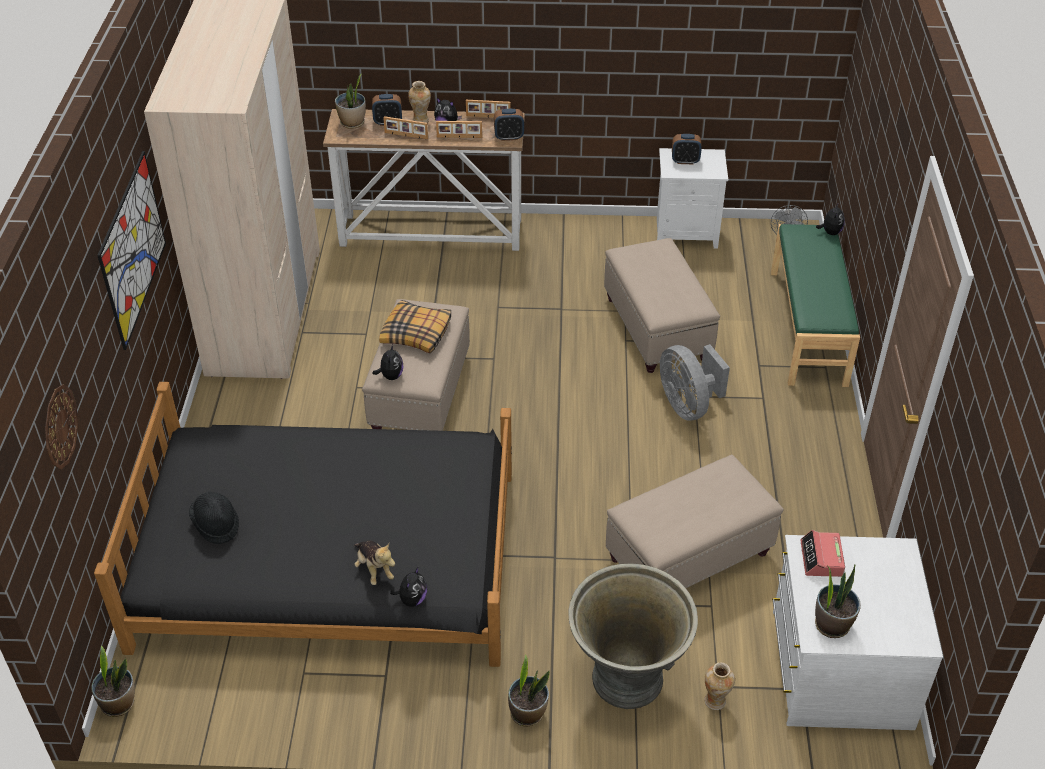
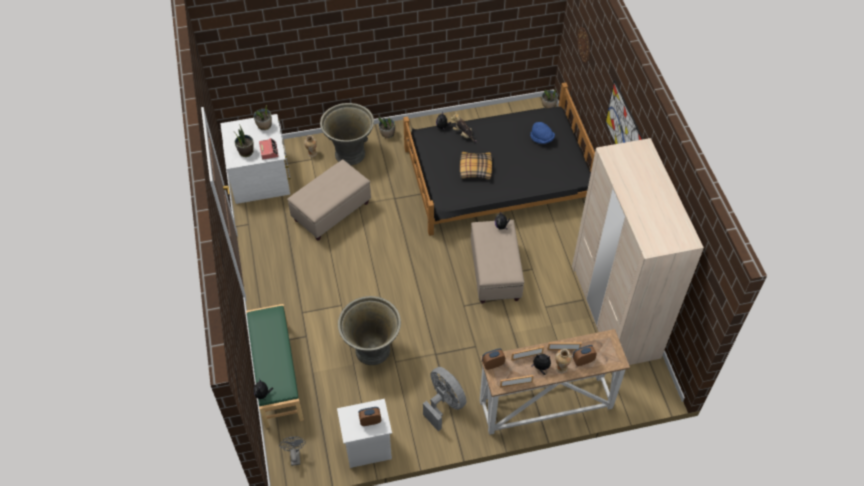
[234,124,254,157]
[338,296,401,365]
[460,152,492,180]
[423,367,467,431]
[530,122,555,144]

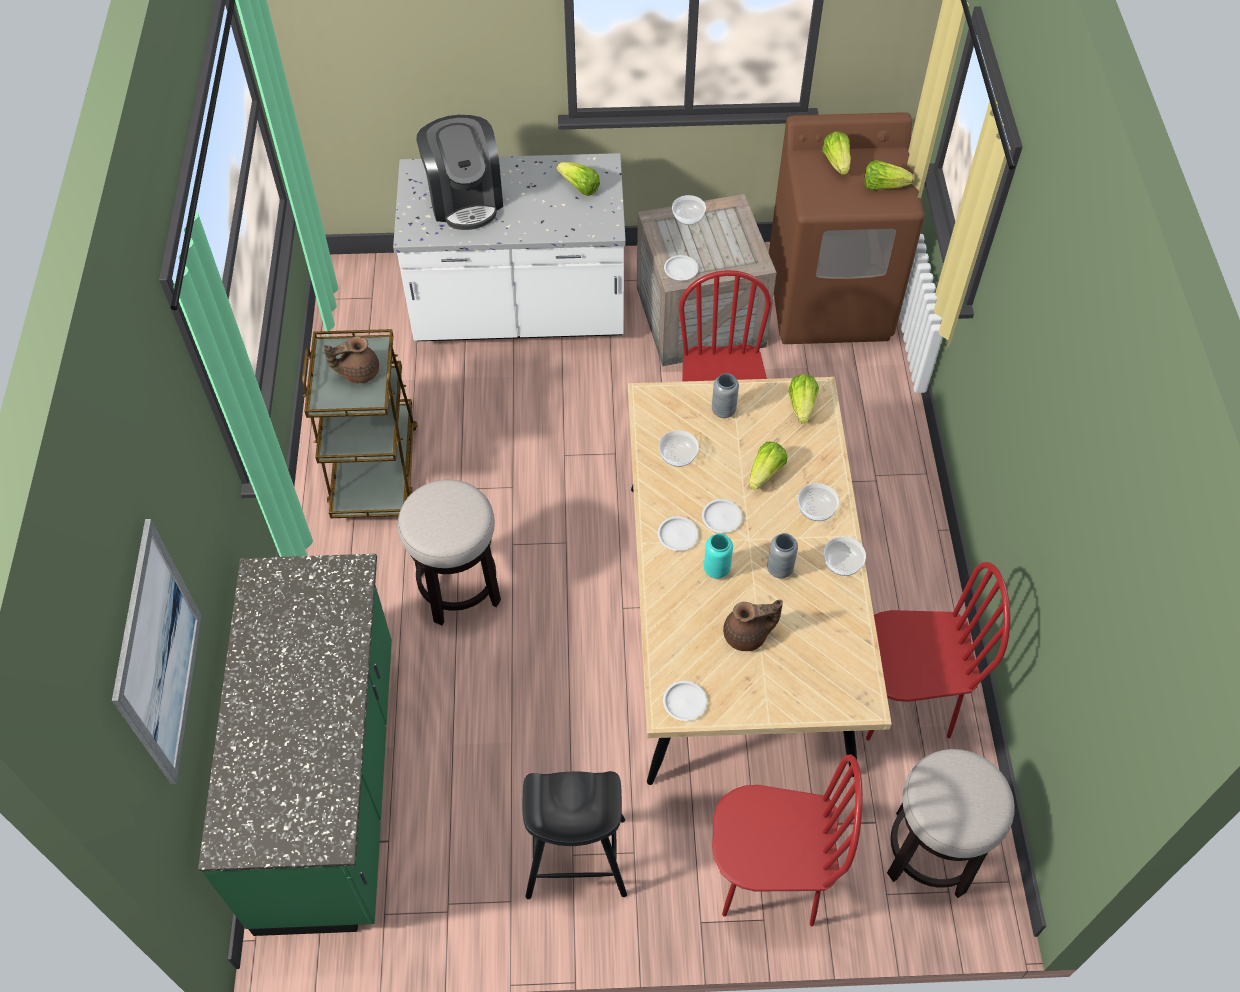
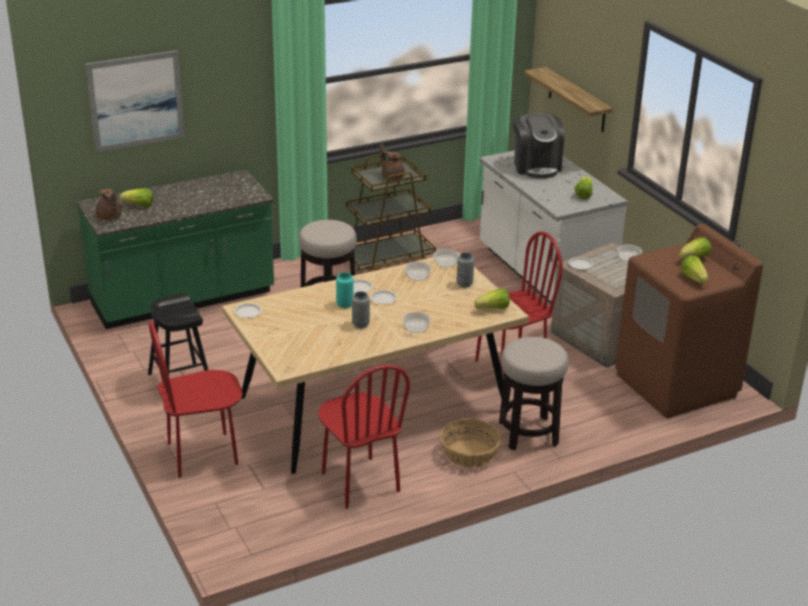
[513,113,564,179]
[120,189,153,207]
[434,249,459,267]
[96,189,122,220]
[499,337,569,451]
[149,321,243,478]
[524,67,613,132]
[440,418,501,468]

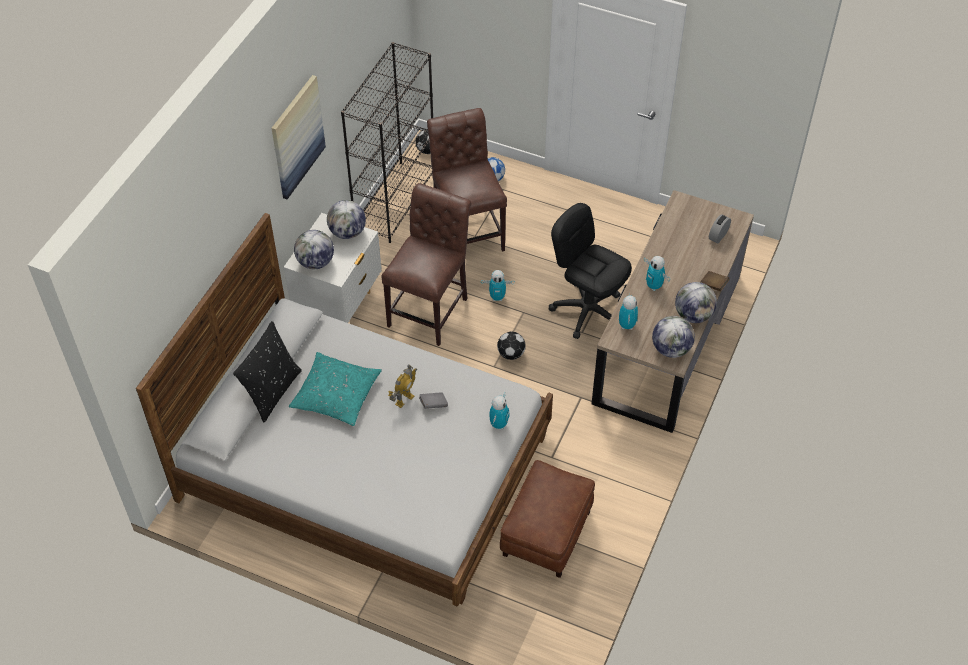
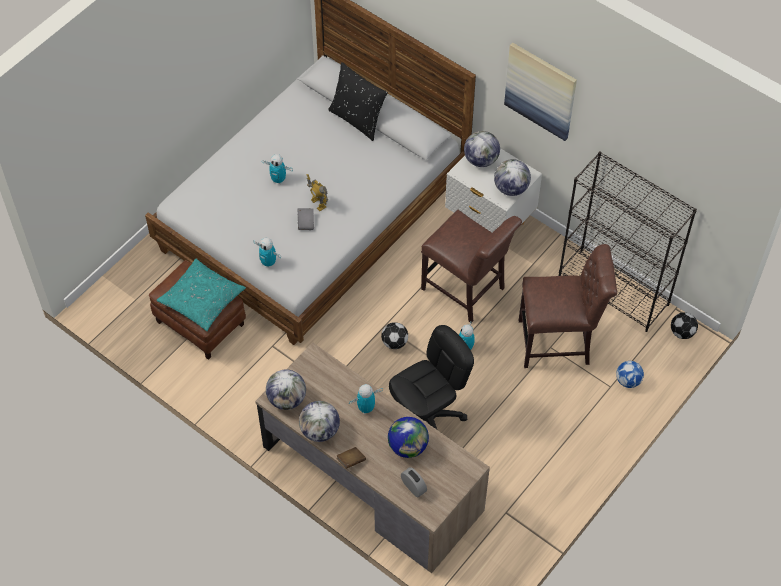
[262,154,293,184]
[157,259,246,331]
[388,417,429,458]

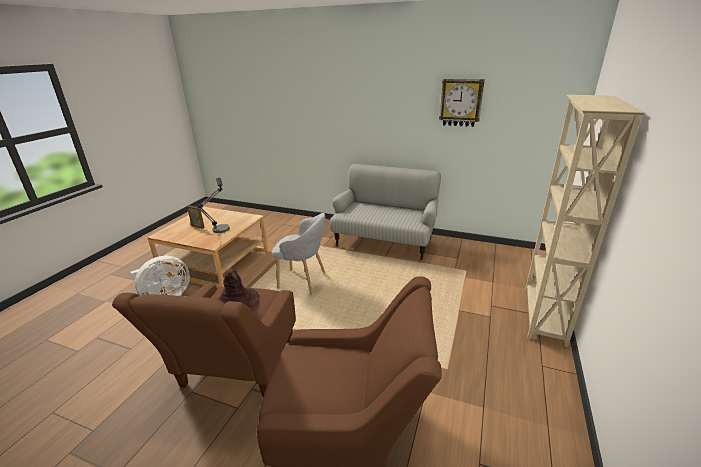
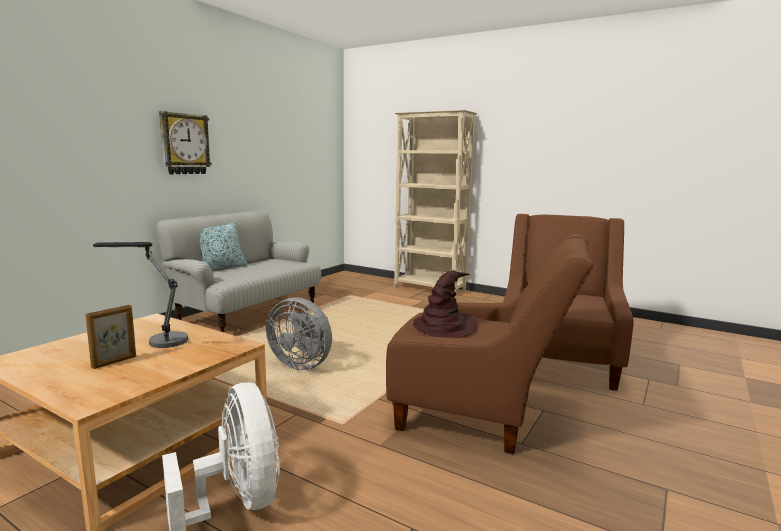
[159,111,212,174]
[266,297,332,370]
[200,222,248,271]

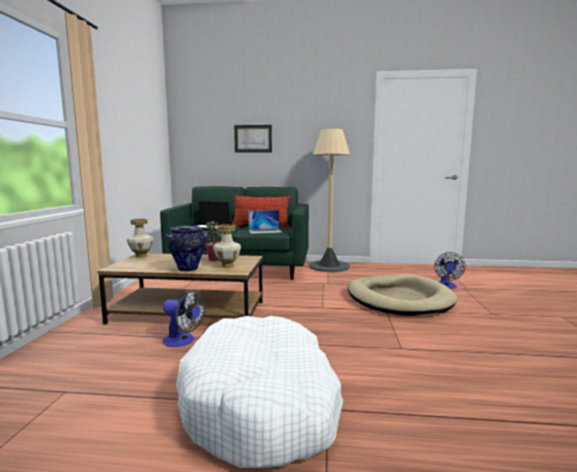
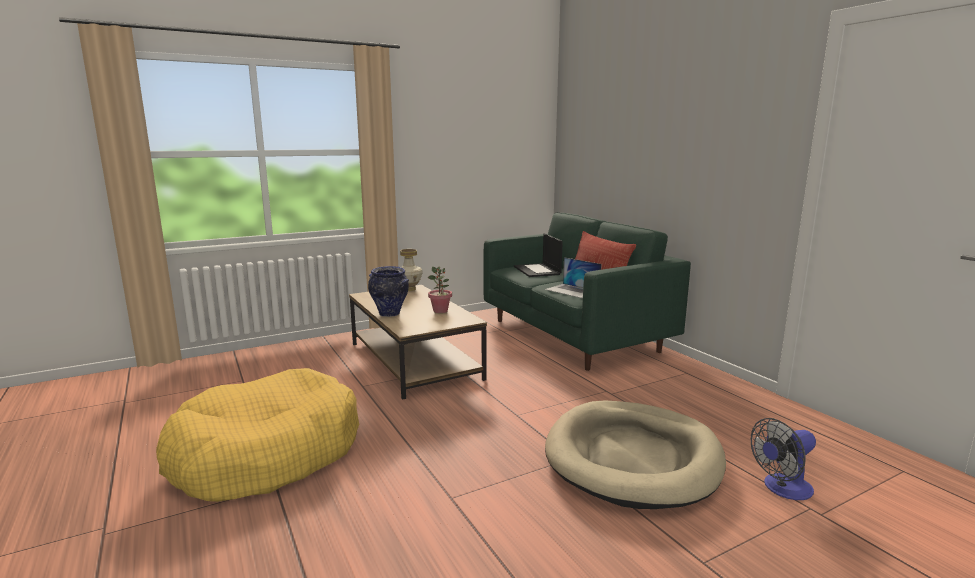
[234,125,272,153] (first image)
[309,129,350,272] (first image)
[213,224,241,268] (first image)
[162,290,206,347] (first image)
[156,368,359,502]

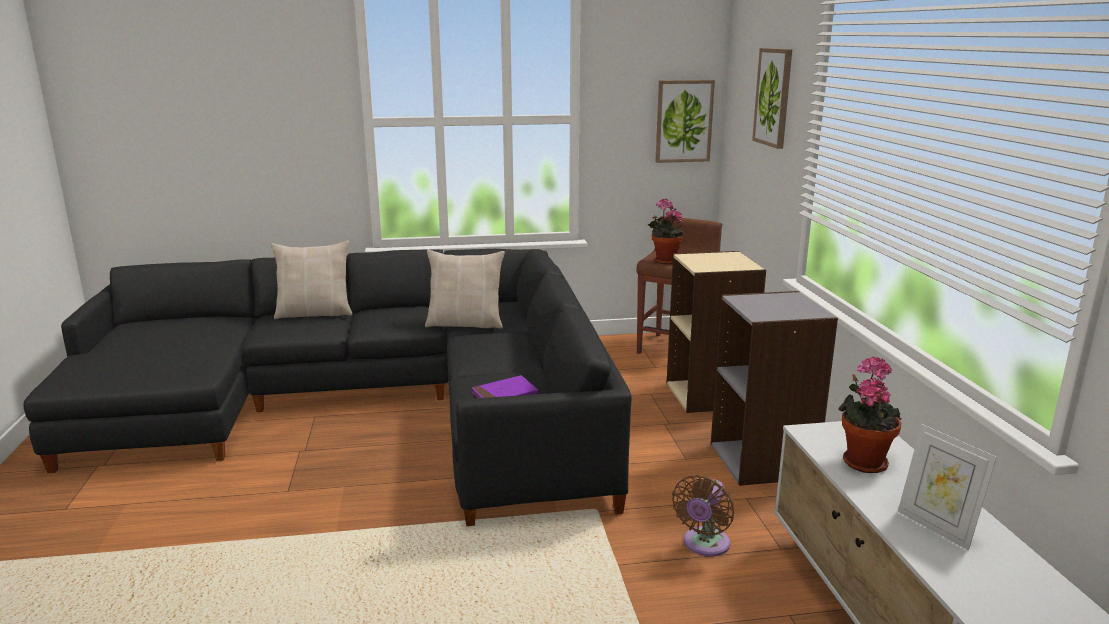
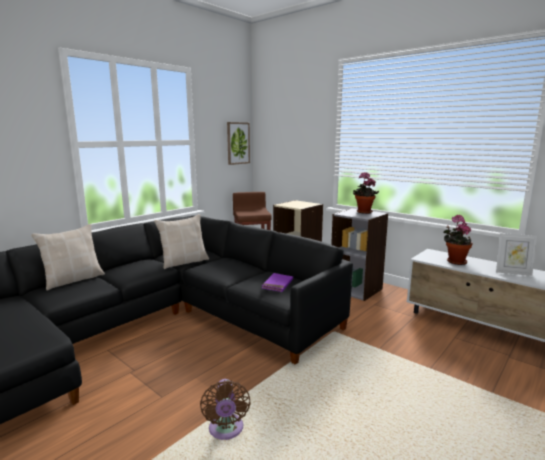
[752,48,792,149] (first image)
[353,172,379,214]
[200,379,250,440]

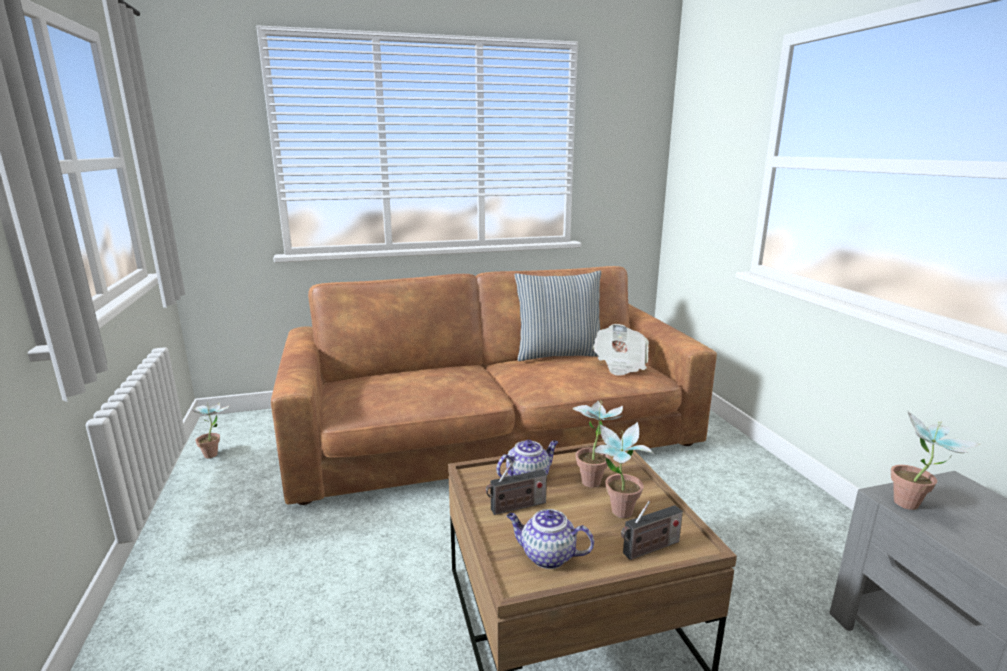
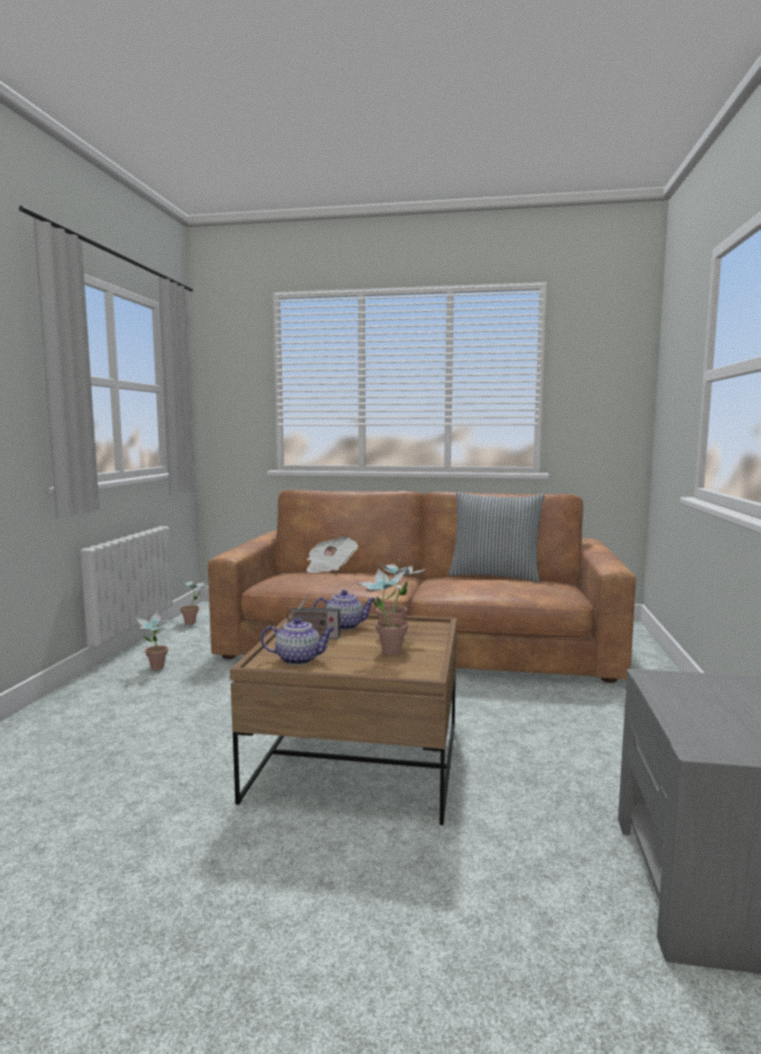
[306,537,358,573]
[136,611,172,670]
[621,501,683,560] (first image)
[261,617,334,665]

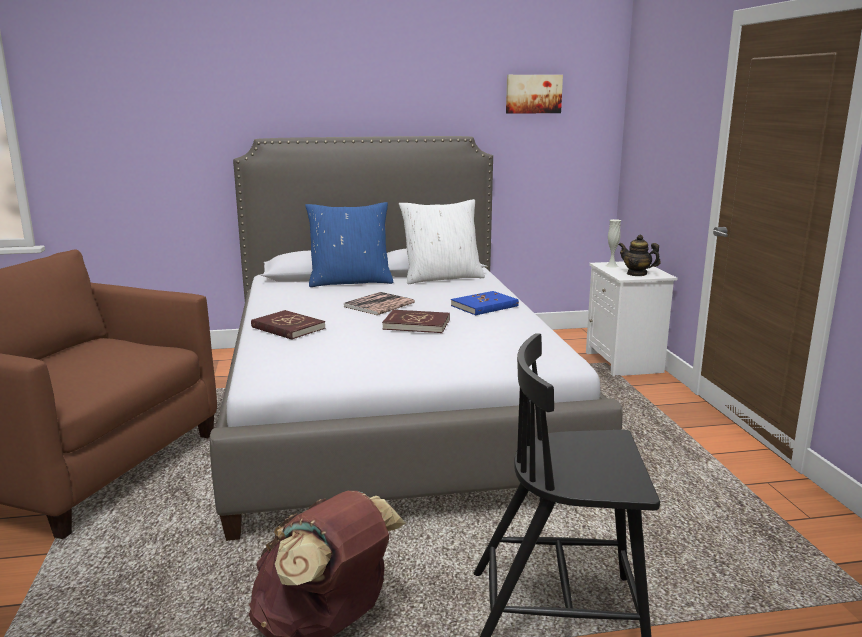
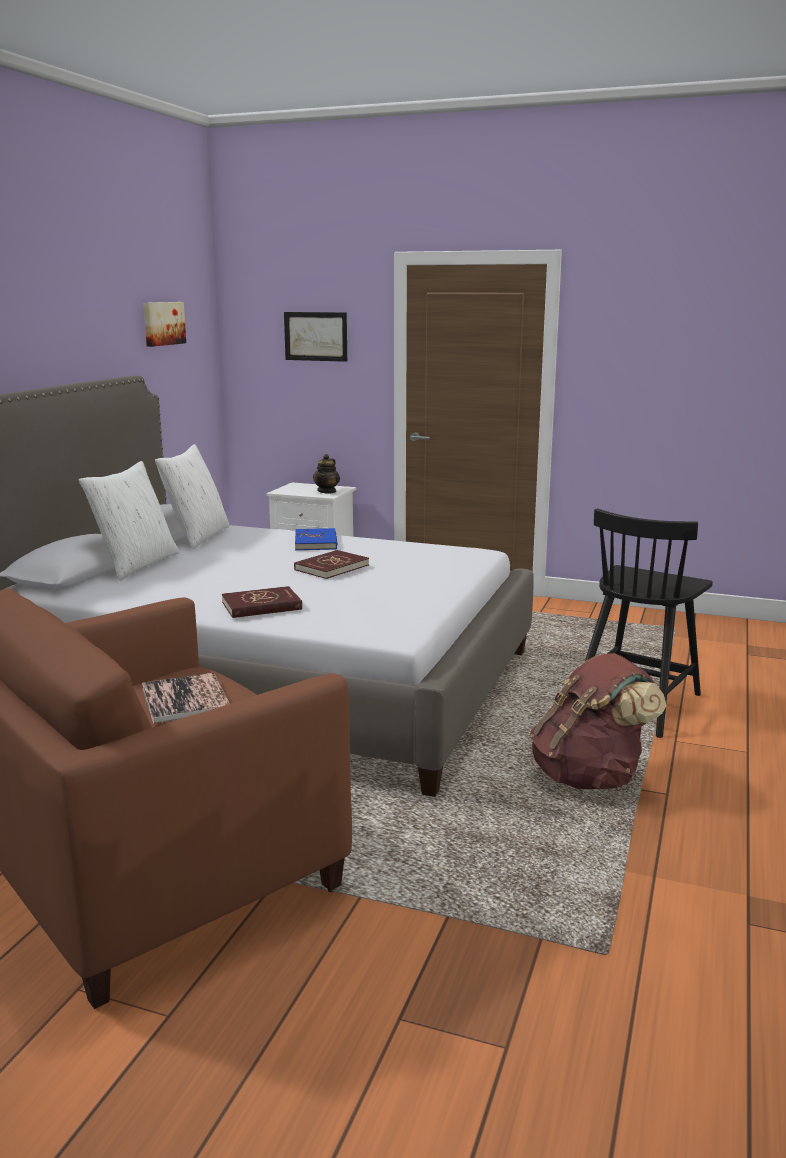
[79,461,179,581]
[605,219,621,268] (first image)
[313,454,340,493]
[142,673,230,724]
[284,312,347,362]

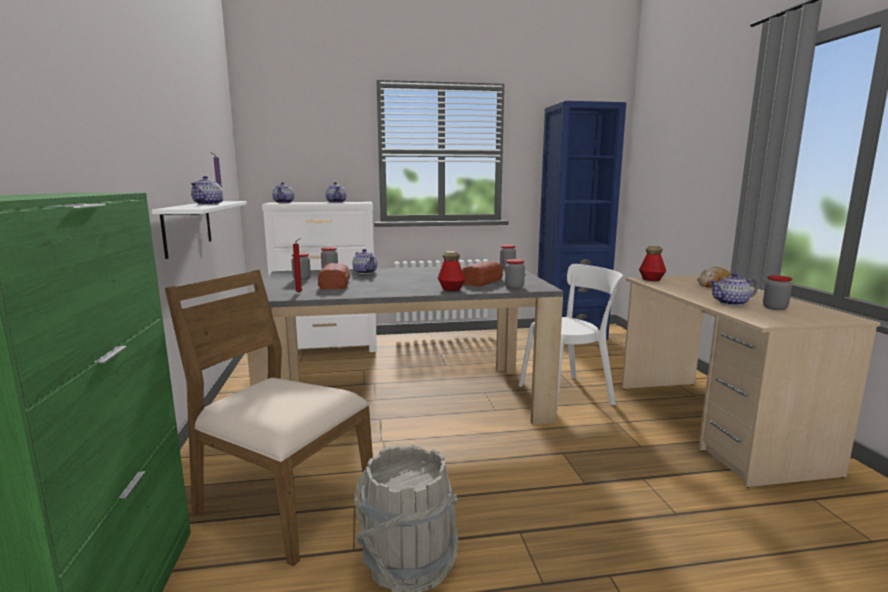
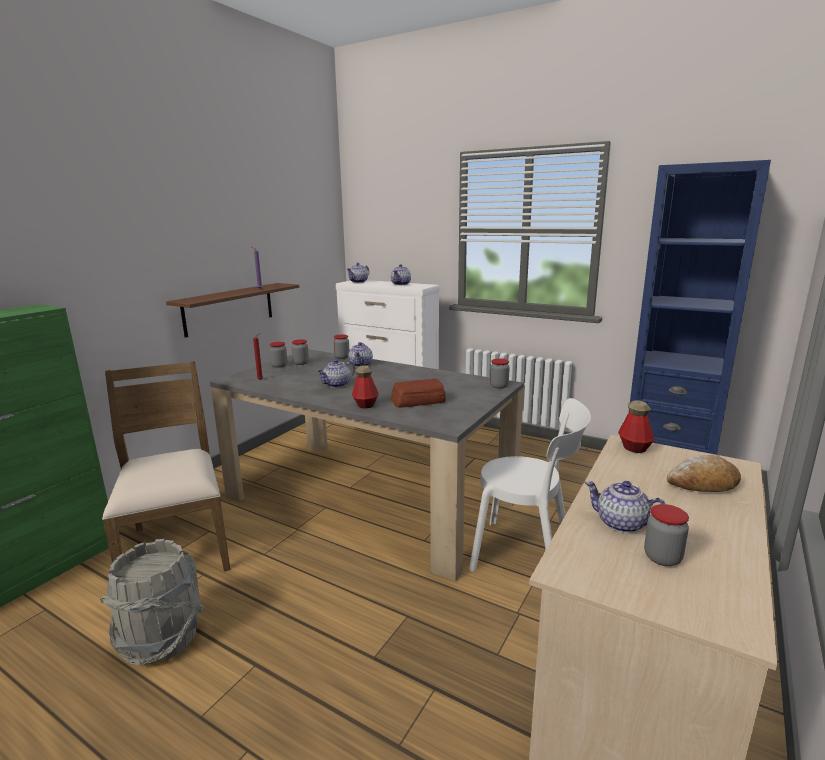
[316,359,355,388]
[166,283,299,338]
[269,342,287,368]
[318,263,350,290] (first image)

